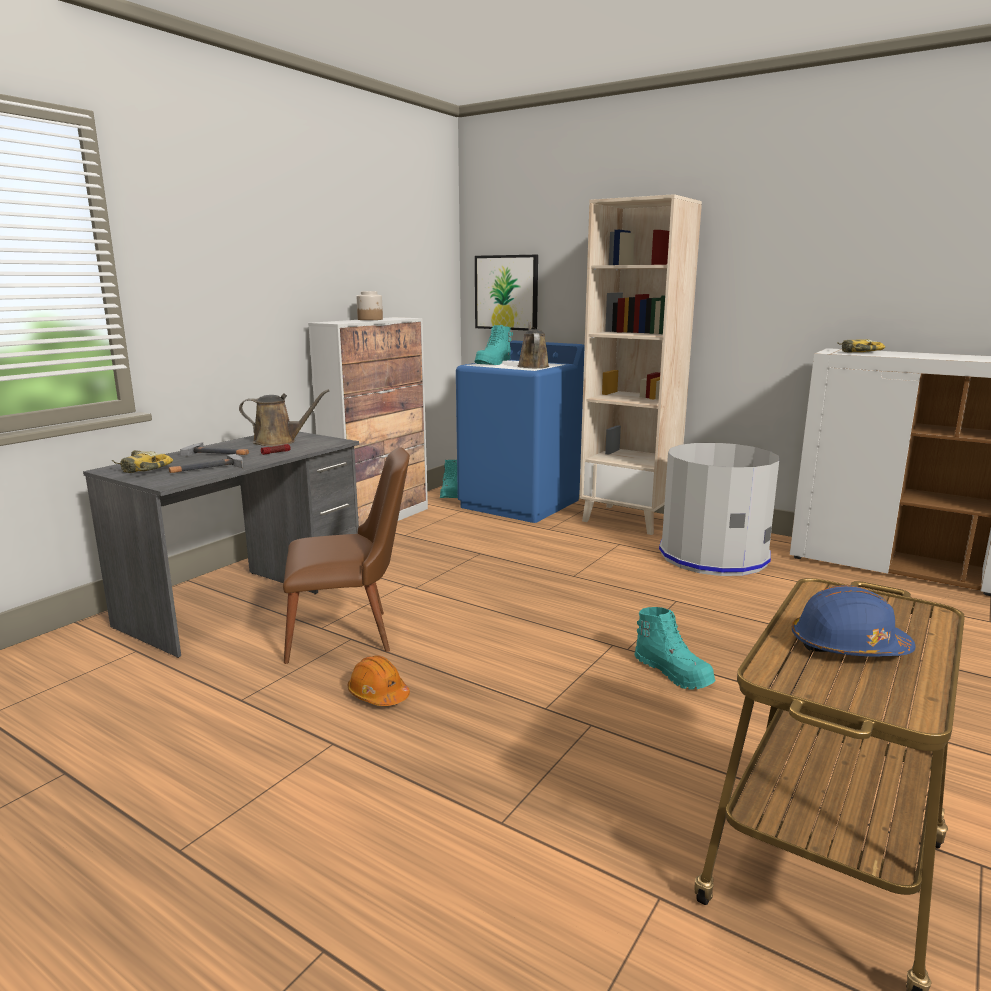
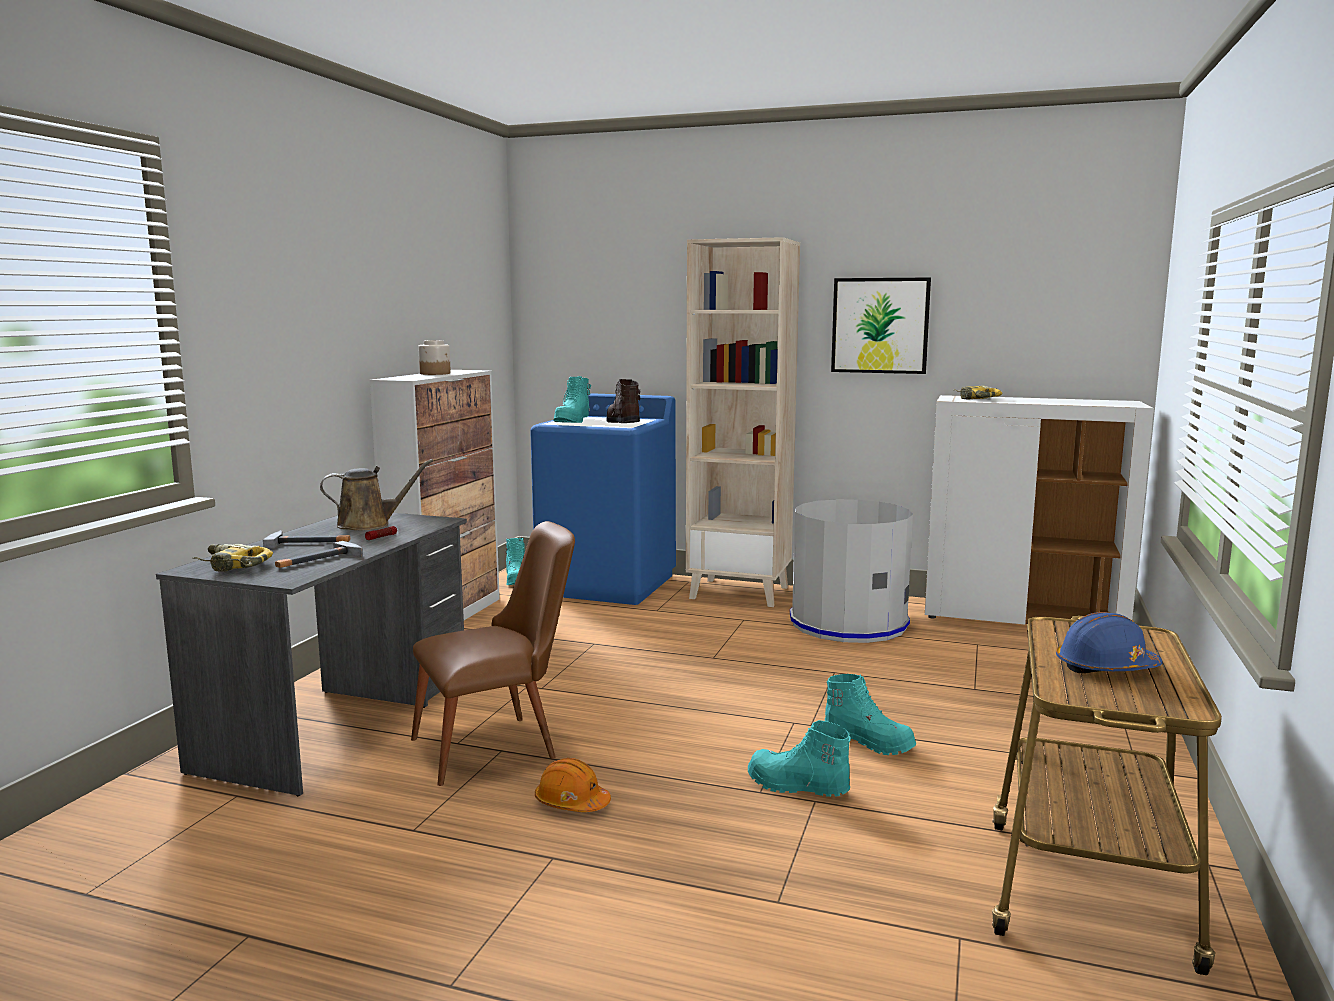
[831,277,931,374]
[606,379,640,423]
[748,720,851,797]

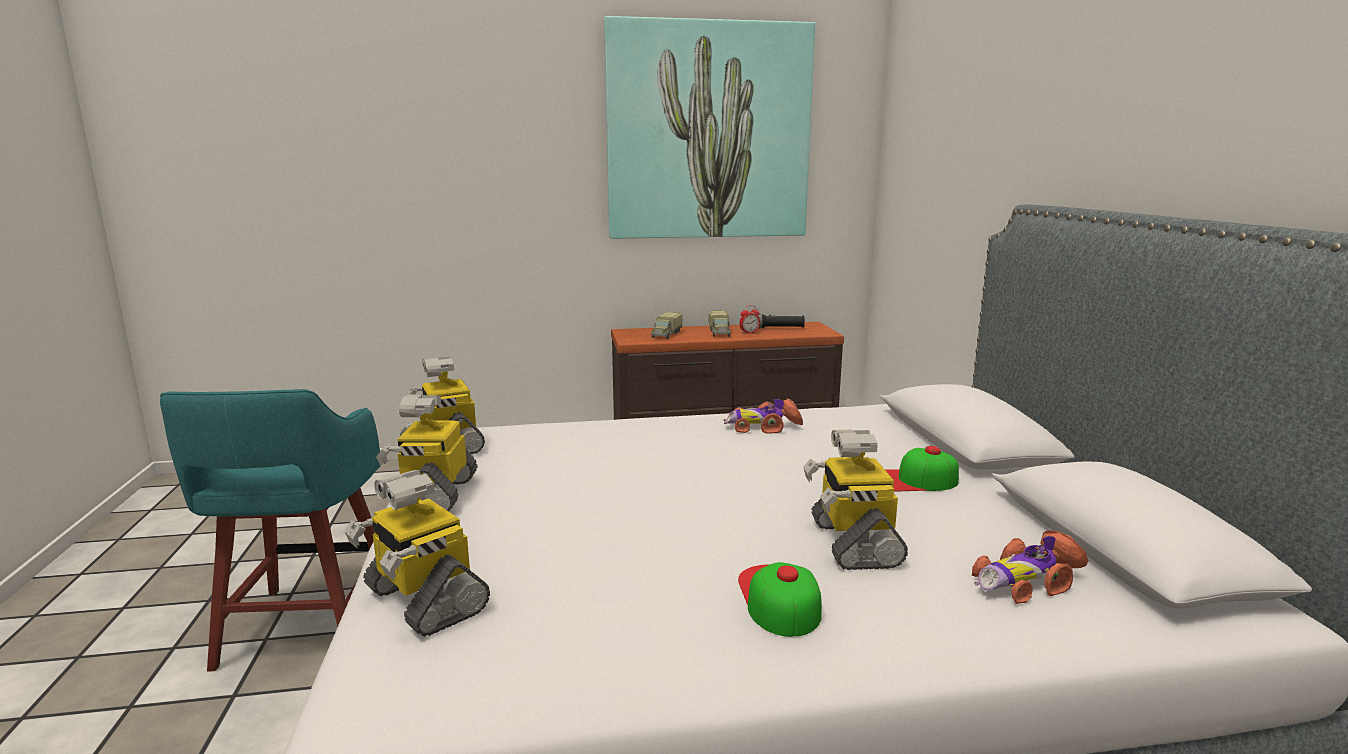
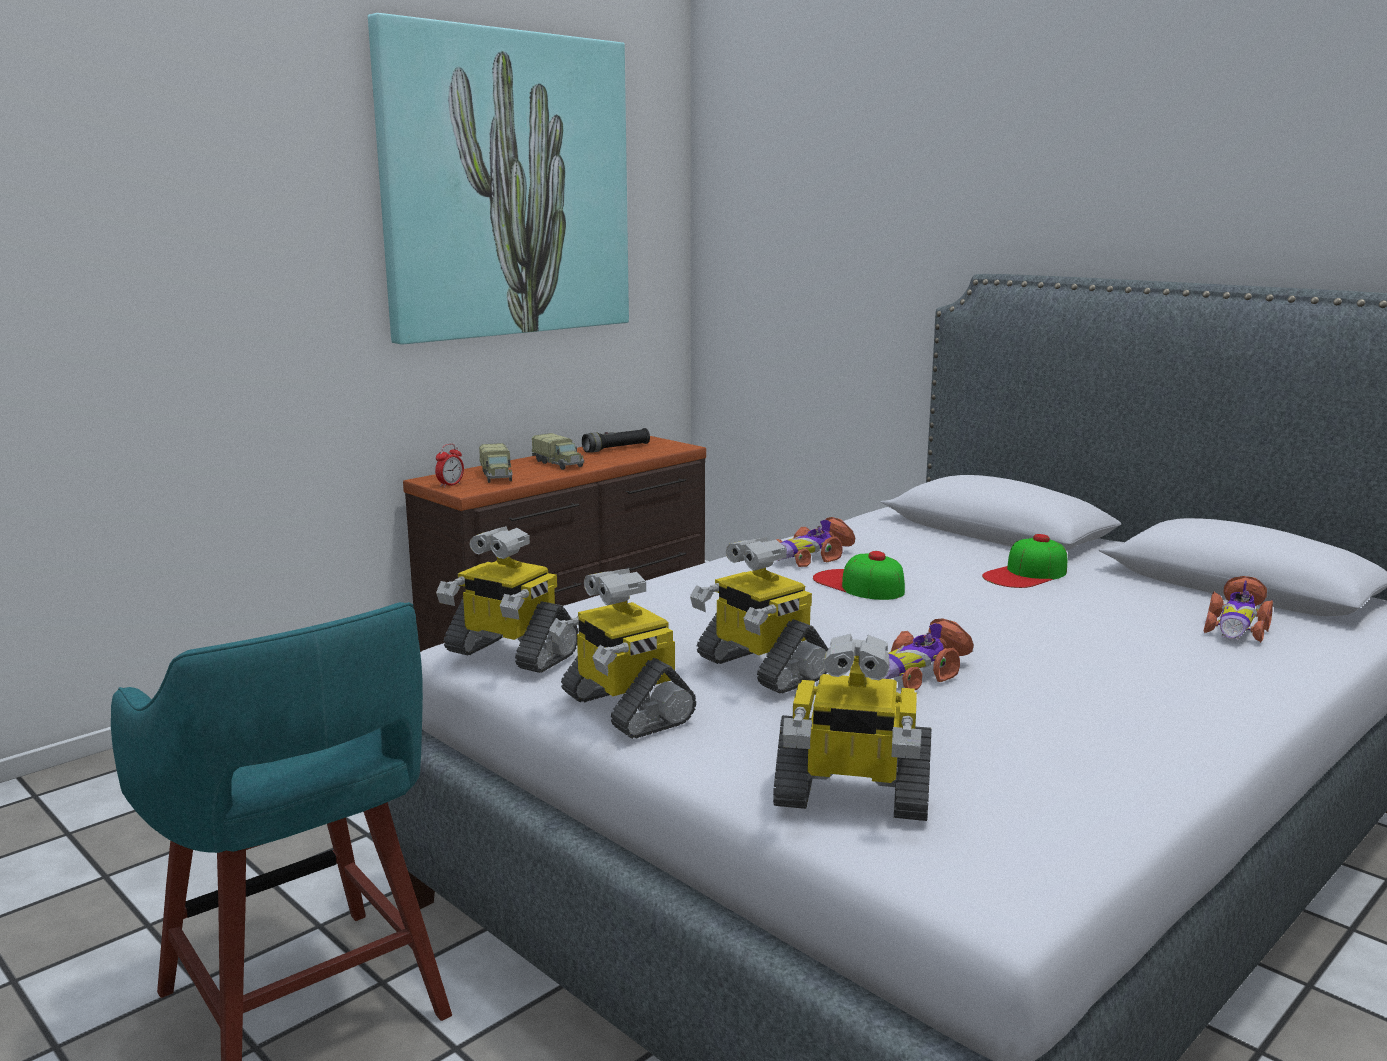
[435,444,464,488]
[690,537,828,693]
[813,551,905,600]
[882,618,974,690]

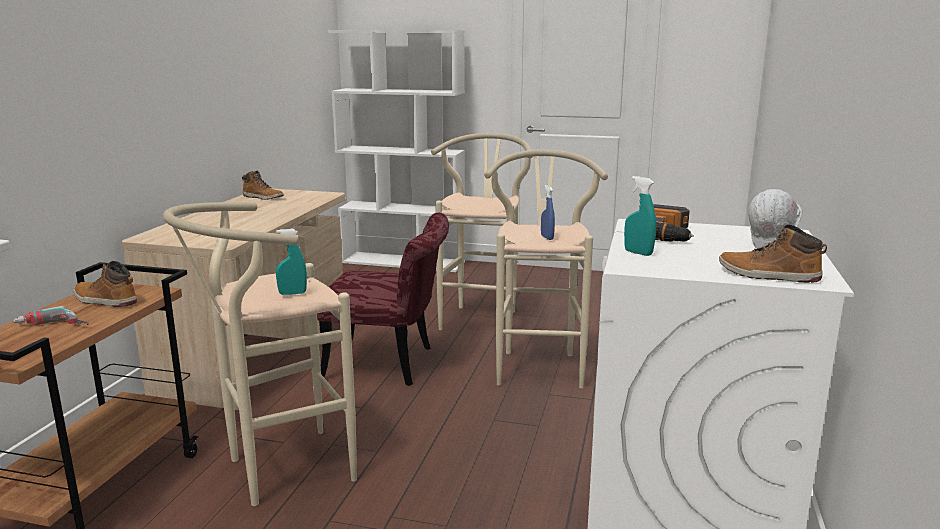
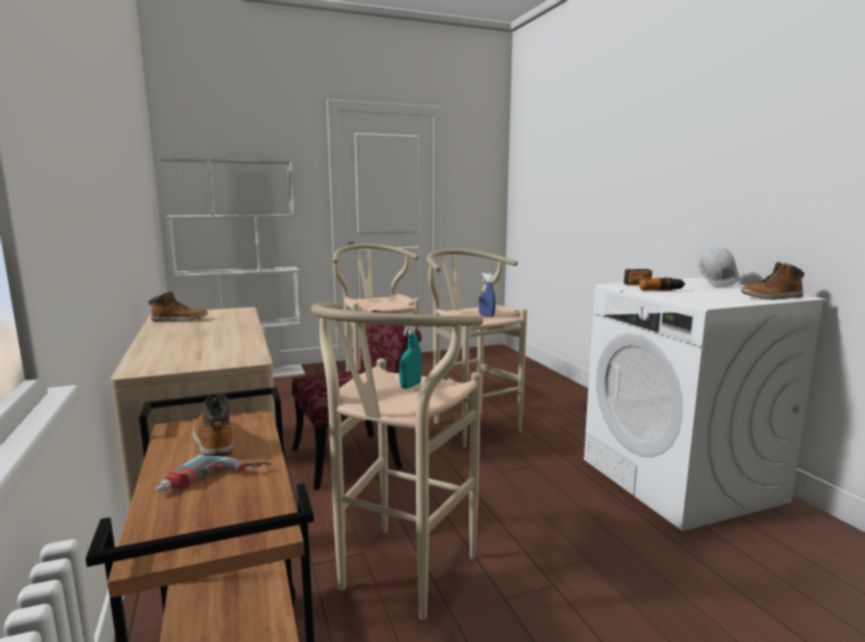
[624,176,656,256] (first image)
[193,394,232,457]

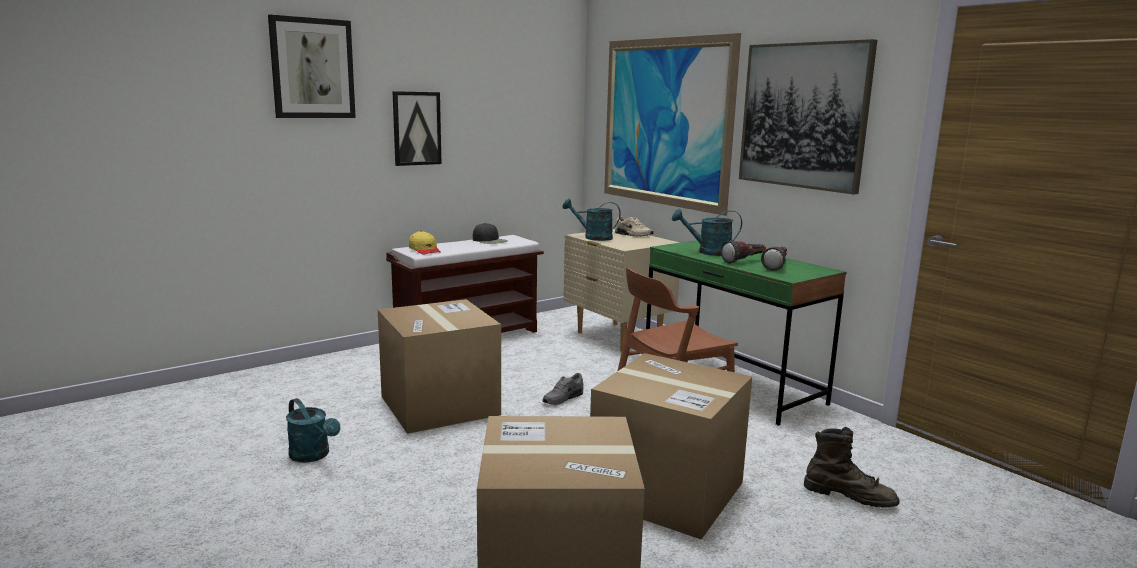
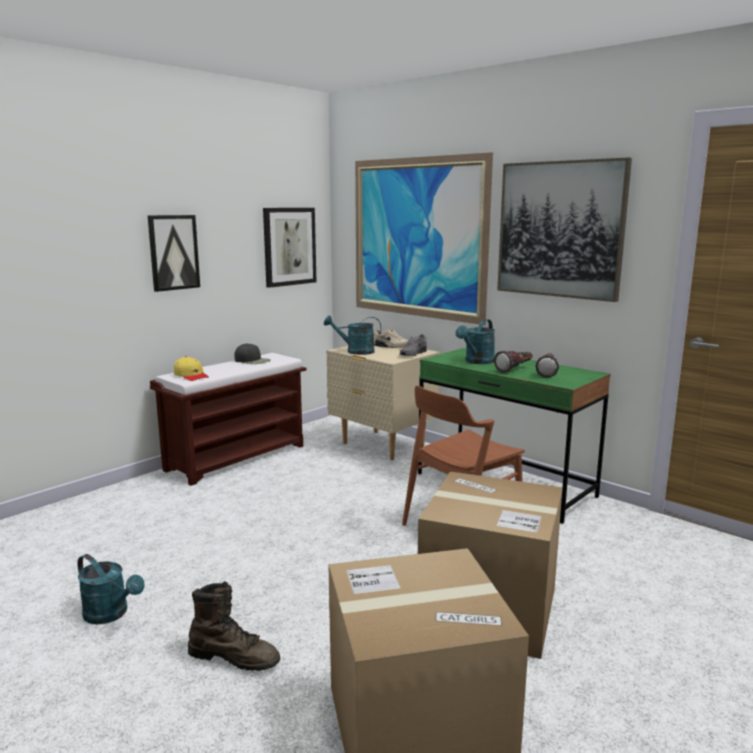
[263,208,316,288]
[455,319,495,364]
[378,299,501,434] (first image)
[400,334,427,356]
[188,581,280,671]

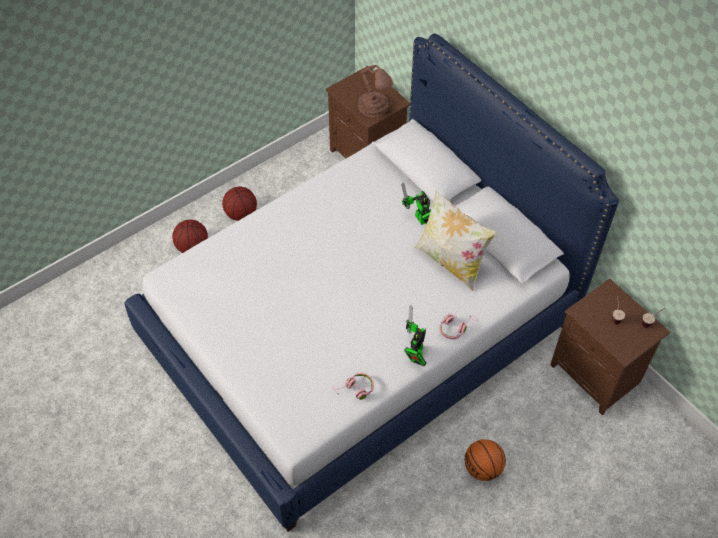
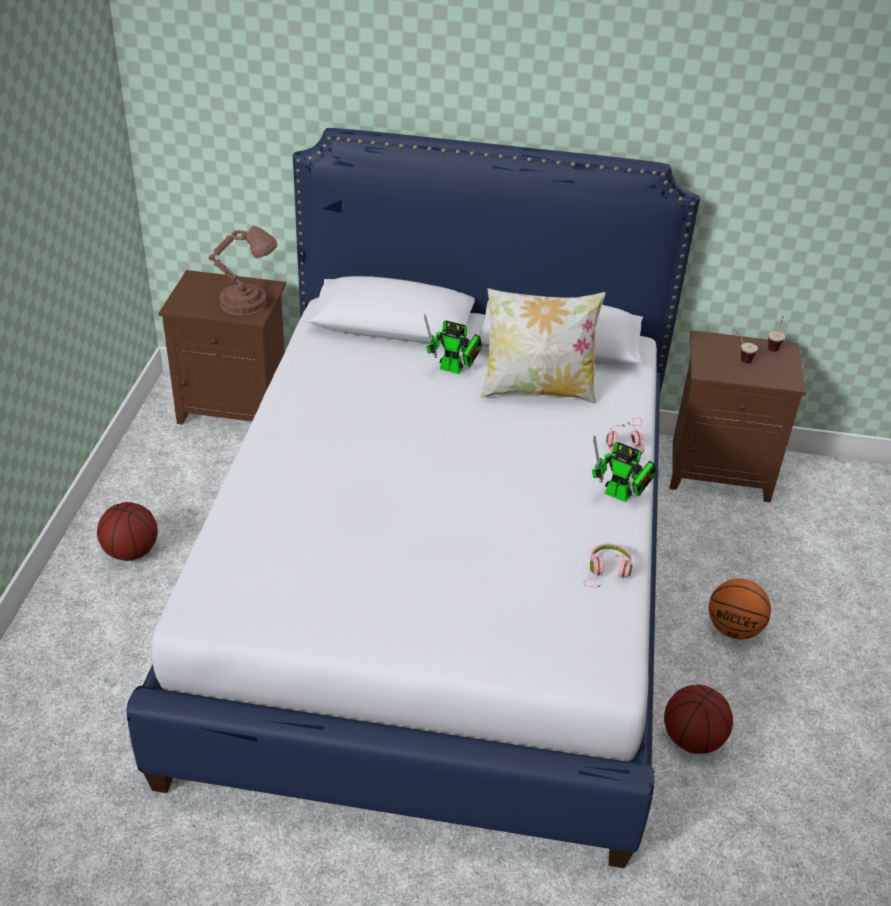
[664,685,733,754]
[592,435,656,502]

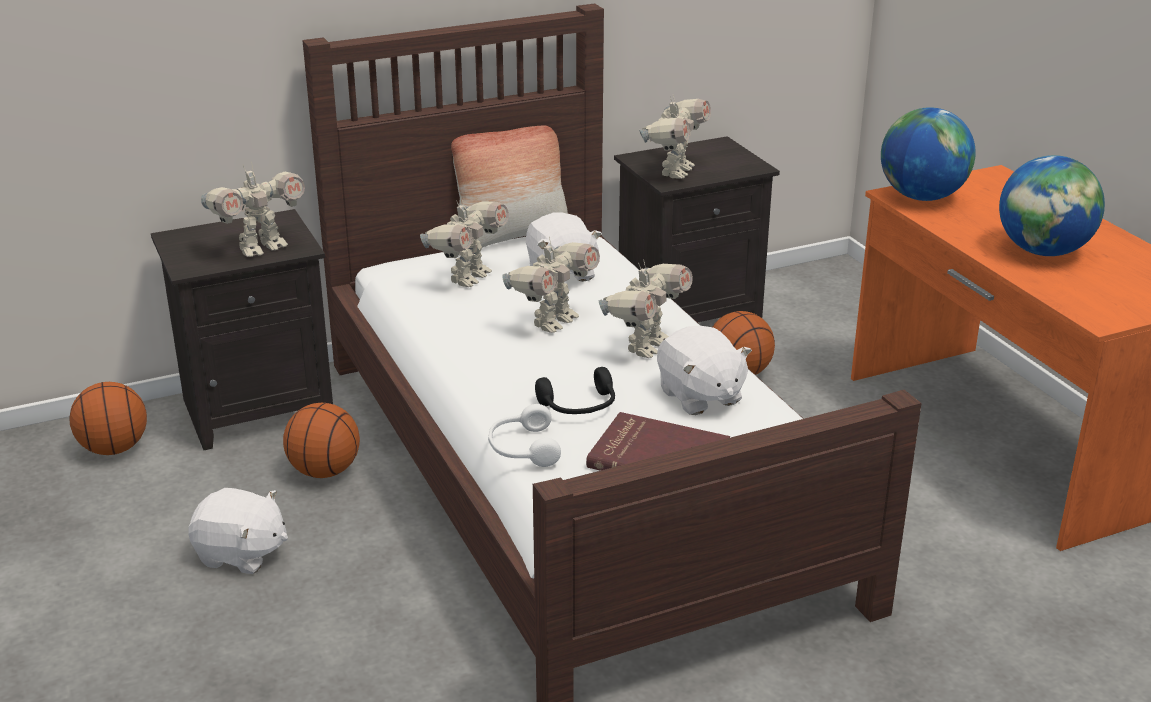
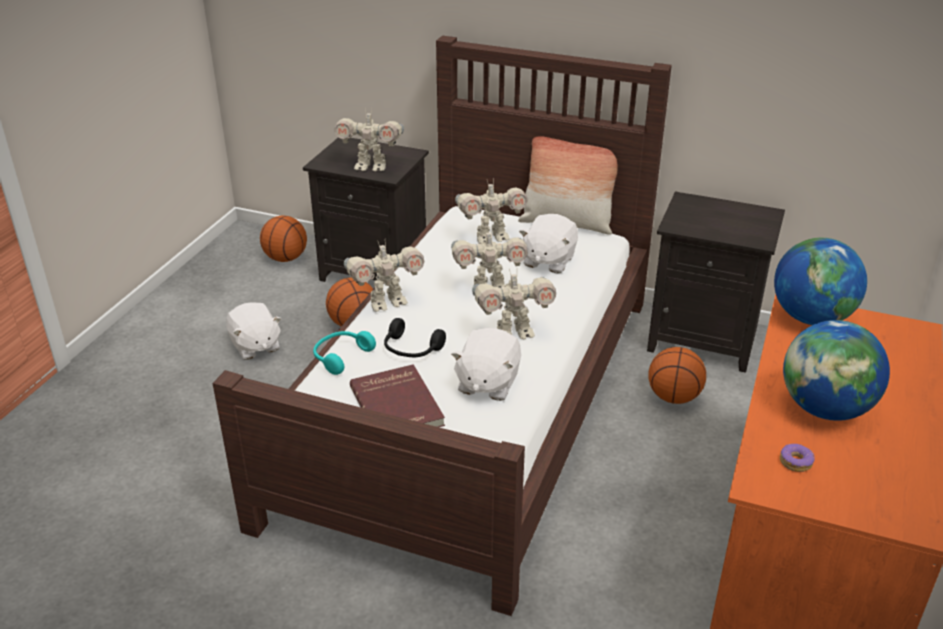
[344,242,424,312]
[313,331,376,375]
[780,444,815,472]

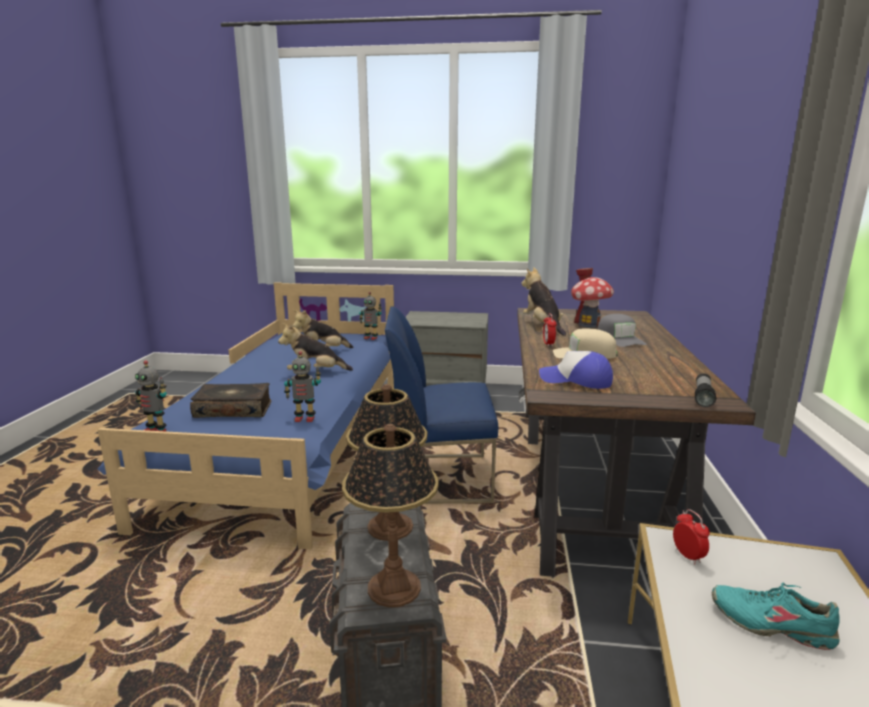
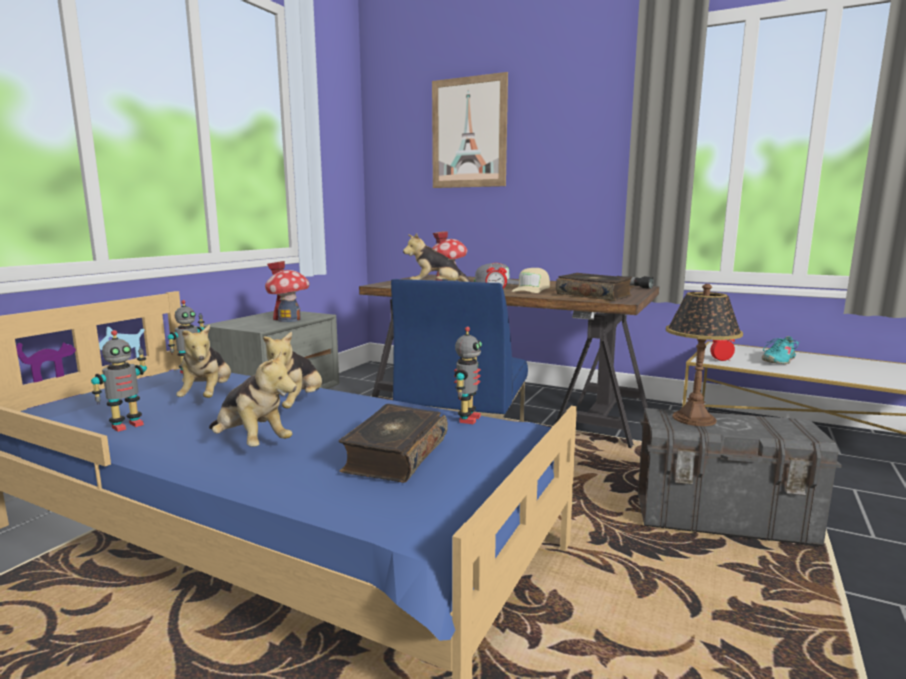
[556,273,632,301]
[91,330,147,432]
[342,424,439,607] (first image)
[432,72,508,188]
[265,261,309,322]
[209,349,297,447]

